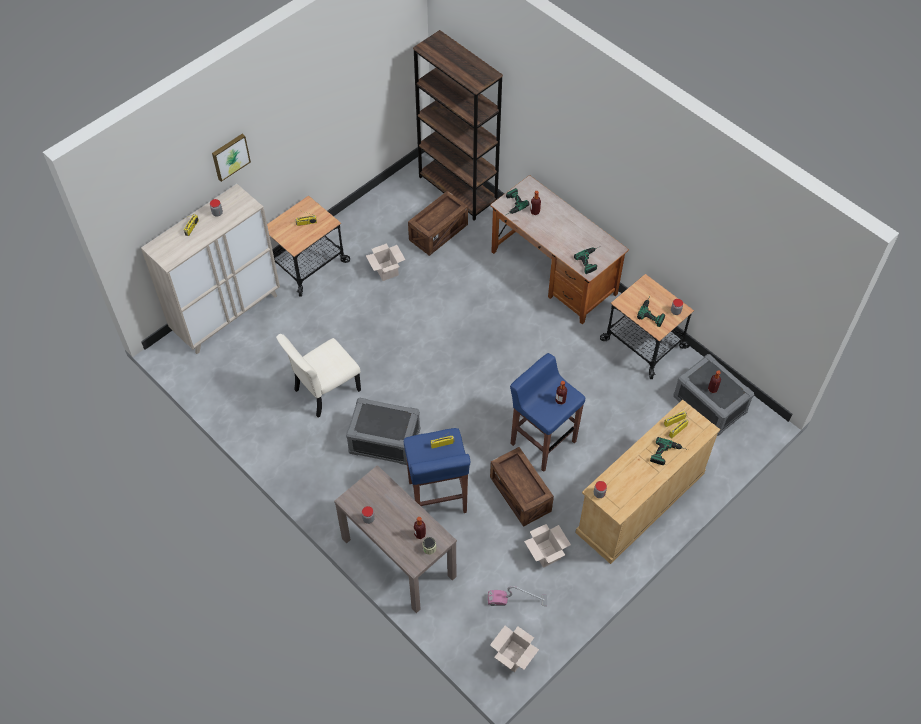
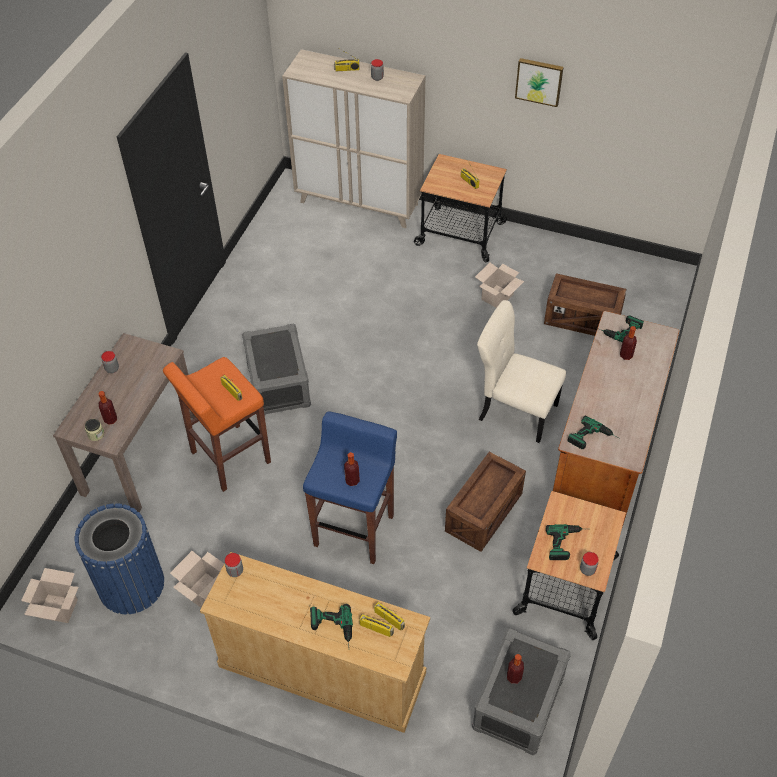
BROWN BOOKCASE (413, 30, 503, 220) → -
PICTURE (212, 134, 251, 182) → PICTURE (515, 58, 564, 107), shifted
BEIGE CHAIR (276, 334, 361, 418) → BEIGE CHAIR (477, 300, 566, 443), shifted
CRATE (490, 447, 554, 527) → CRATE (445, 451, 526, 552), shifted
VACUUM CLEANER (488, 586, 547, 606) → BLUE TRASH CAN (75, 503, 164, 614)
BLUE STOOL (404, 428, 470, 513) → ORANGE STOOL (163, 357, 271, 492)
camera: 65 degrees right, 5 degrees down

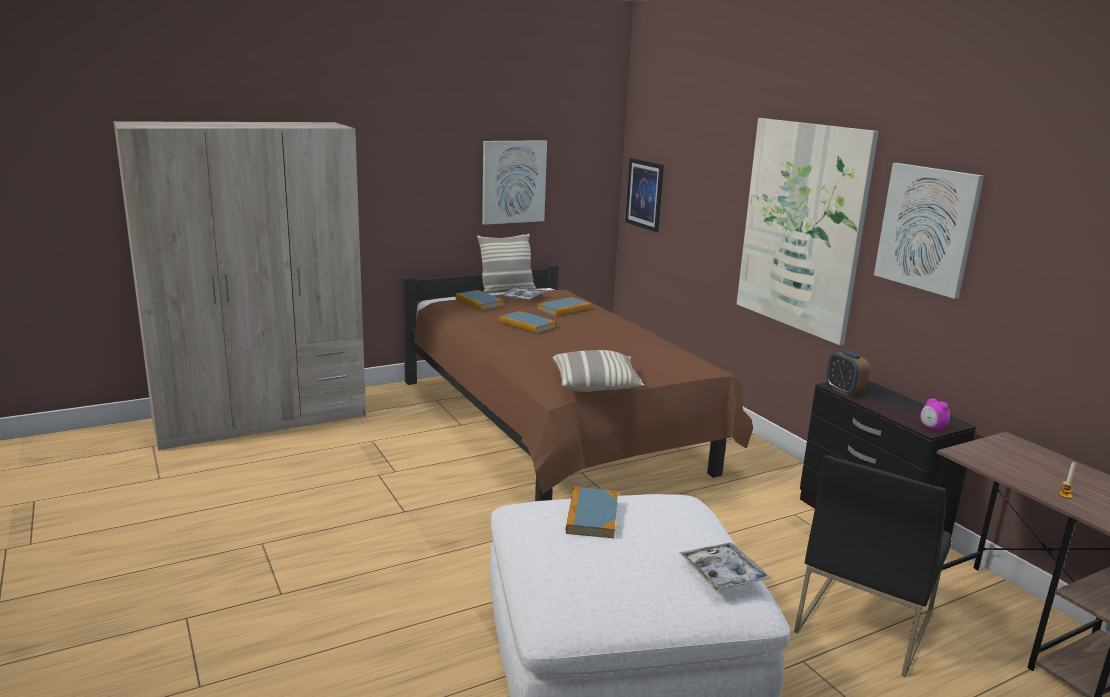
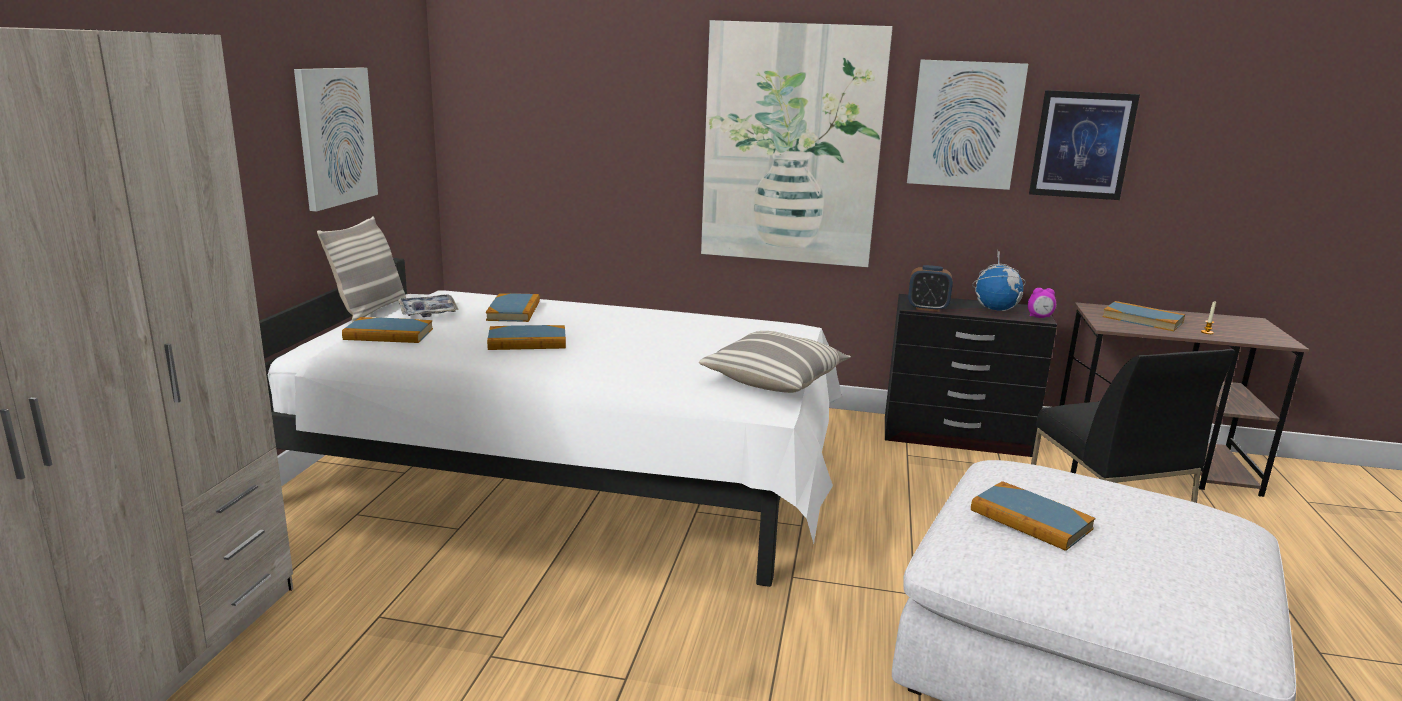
TRAY (679, 543, 771, 591) → -
- → GLOBE (972, 250, 1026, 311)
- → BOOK (1103, 301, 1185, 331)
PICTURE (625, 158, 664, 232) → PICTURE (1029, 90, 1140, 200), shifted
BROWN BED (403, 264, 753, 501) → WHITE BED (259, 258, 842, 587)
camera: 50 degrees left, 0 degrees up

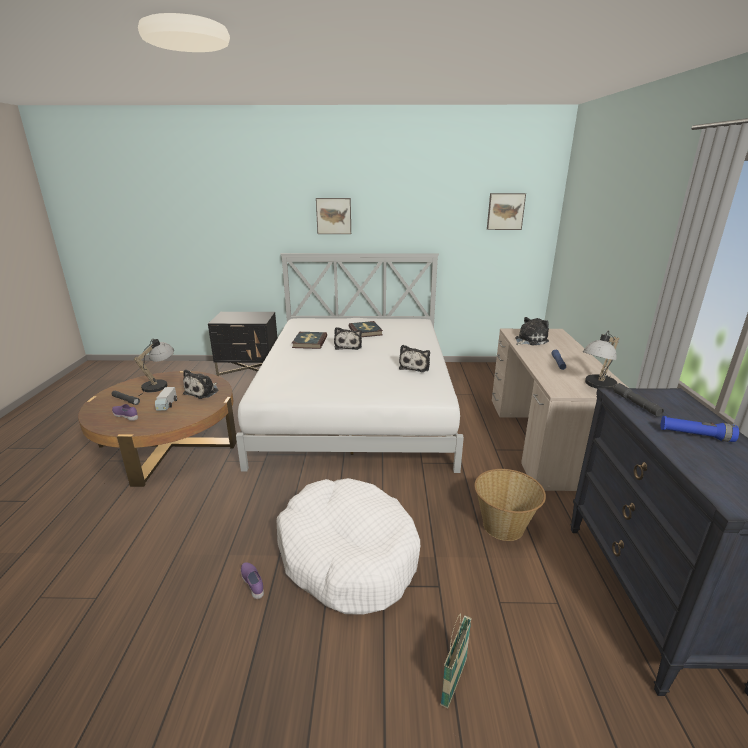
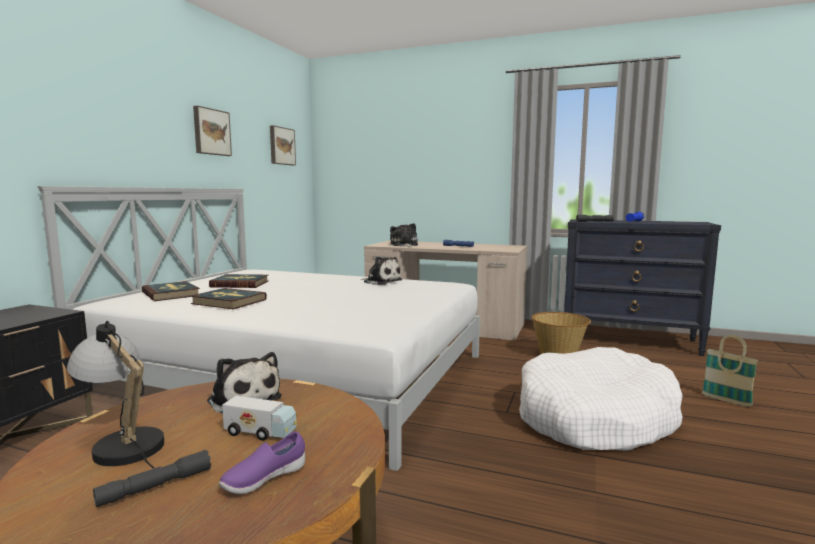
PURPLE SHOE (241, 562, 264, 599) → -
PLUSH TOY (334, 327, 362, 350) → -
TABLE LAMP (583, 331, 620, 389) → -
- → BOOK (142, 281, 200, 301)
PICTURE (316, 198, 351, 234) → PICTURE (193, 106, 232, 156), shifted
camera: 70 degrees left, 15 degrees down

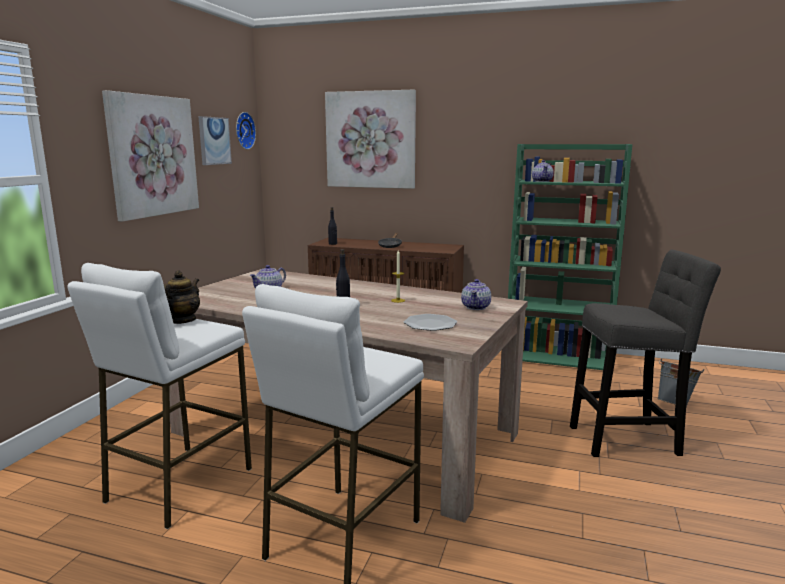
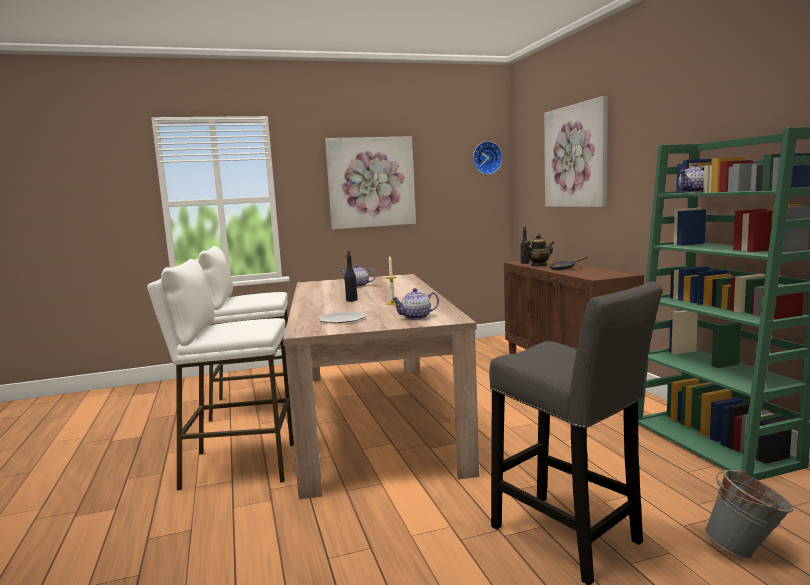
PICTURE (198, 116, 232, 165) → -
TEAPOT (164, 271, 200, 324) → TEAPOT (522, 234, 554, 266), shifted
camera: 55 degrees right, 5 degrees down

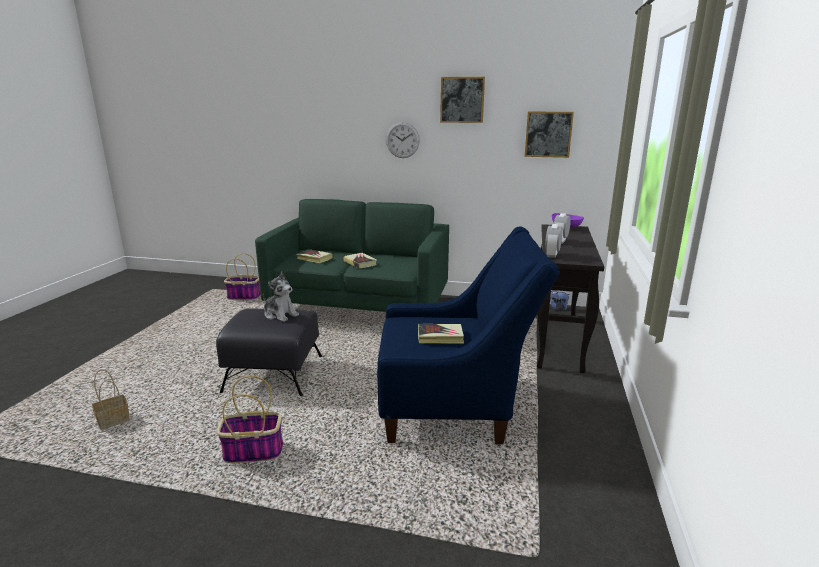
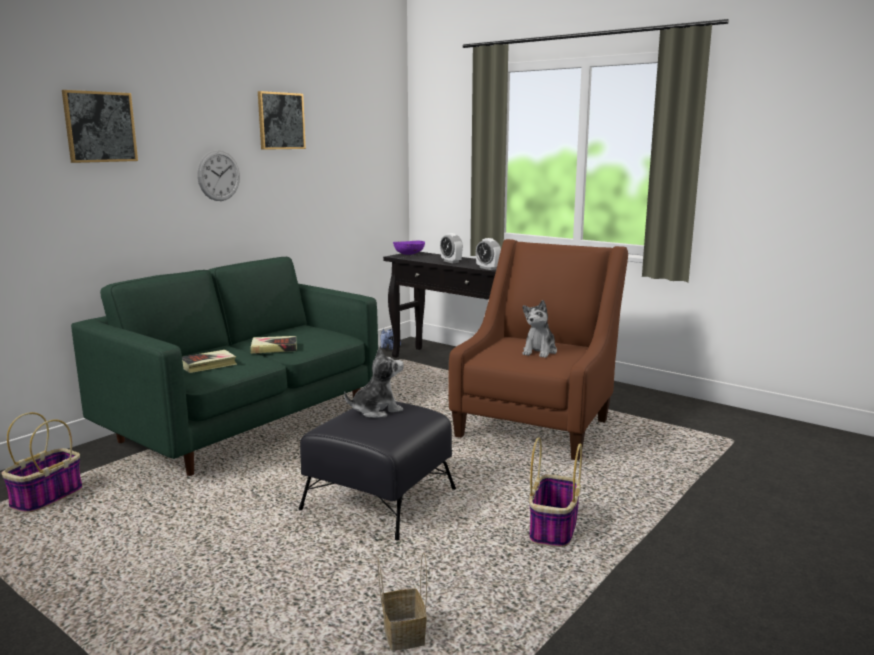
PICTURE (525, 112, 574, 158) → PICTURE (62, 90, 138, 163), shifted
BOOK (418, 324, 464, 343) → PLUSH TOY (522, 300, 557, 358)
BLUE ARMCHAIR (377, 226, 560, 444) → BROWN ARMCHAIR (448, 239, 628, 461)
camera: 65 degrees left, 5 degrees down

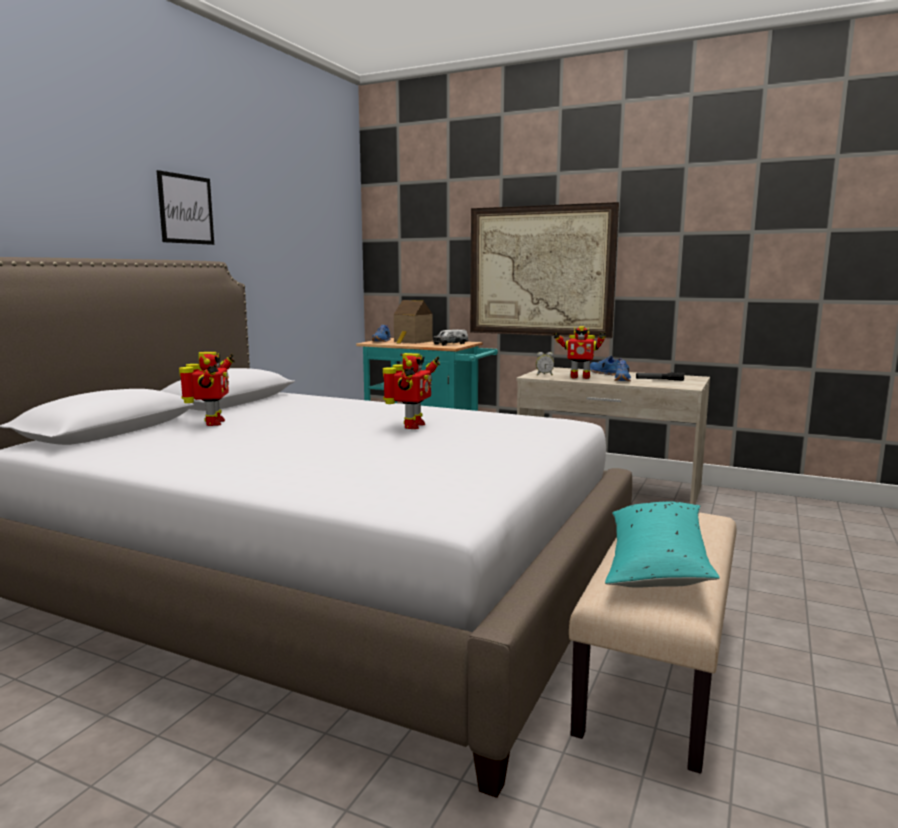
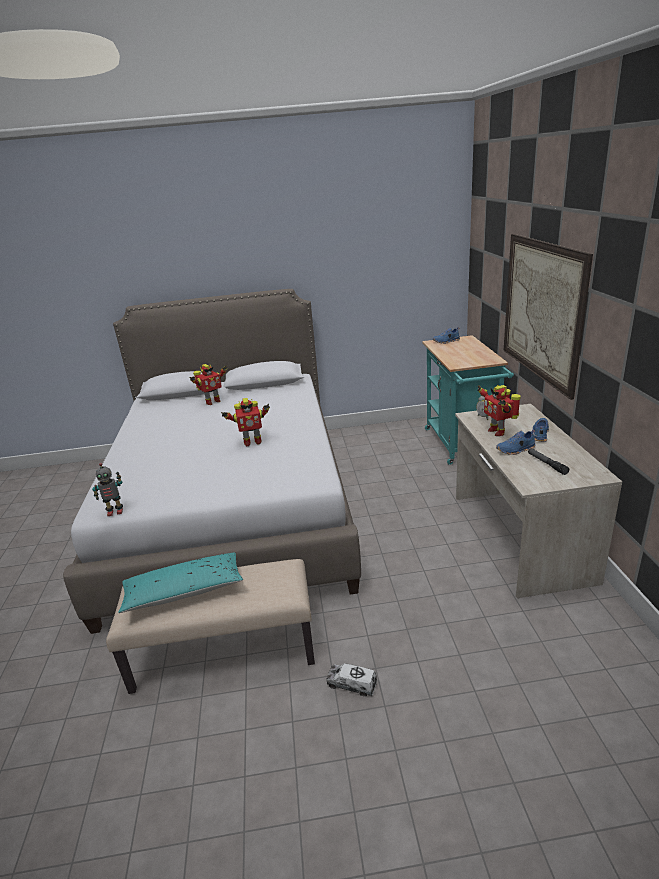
PICTURE (156, 170, 214, 245) → -
TOY HOUSE (394, 300, 433, 344) → -
- → TOY ROBOT (92, 463, 123, 516)
TOY TRUCK (433, 329, 468, 346) → TOY TRUCK (326, 663, 377, 696), shifted
camera: 60 degrees right, 15 degrees up

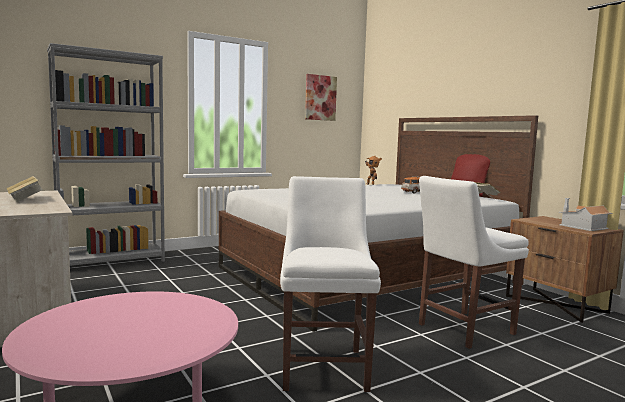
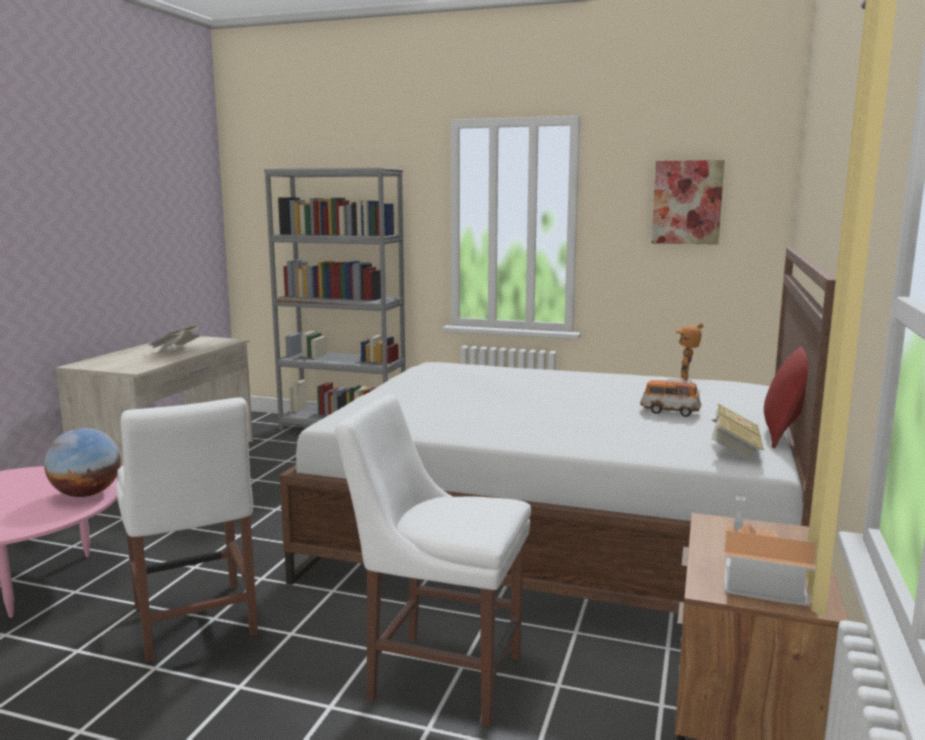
- → GLOBE (44, 428, 121, 497)
WHITE CHAIR (280, 176, 381, 392) → WHITE CHAIR (116, 397, 258, 662), 105 degrees clockwise
camera: 50 degrees right, 5 degrees up

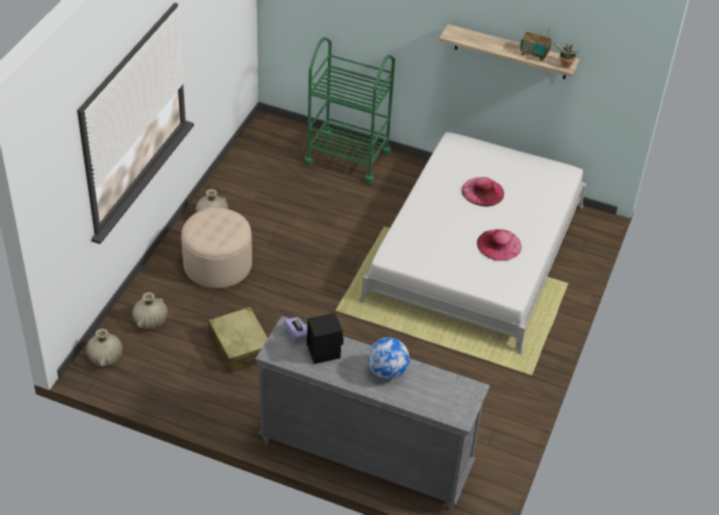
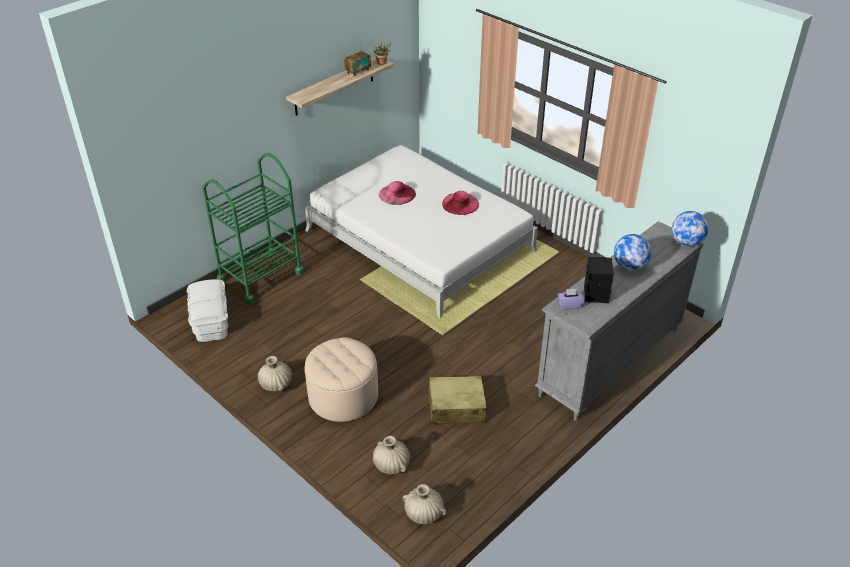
- → WHITE STORAGE BOX (187, 279, 228, 342)
- → GLOBE (672, 211, 708, 246)
camera: 65 degrees left, 5 degrees down

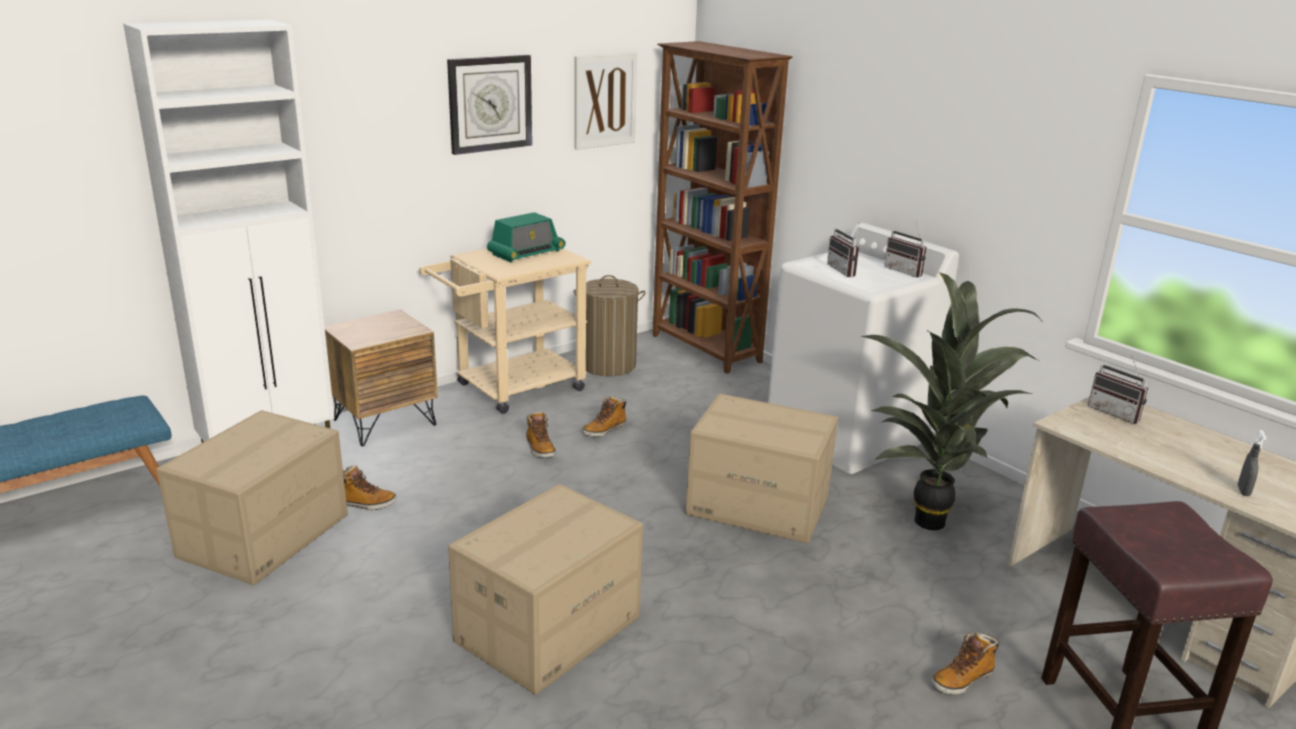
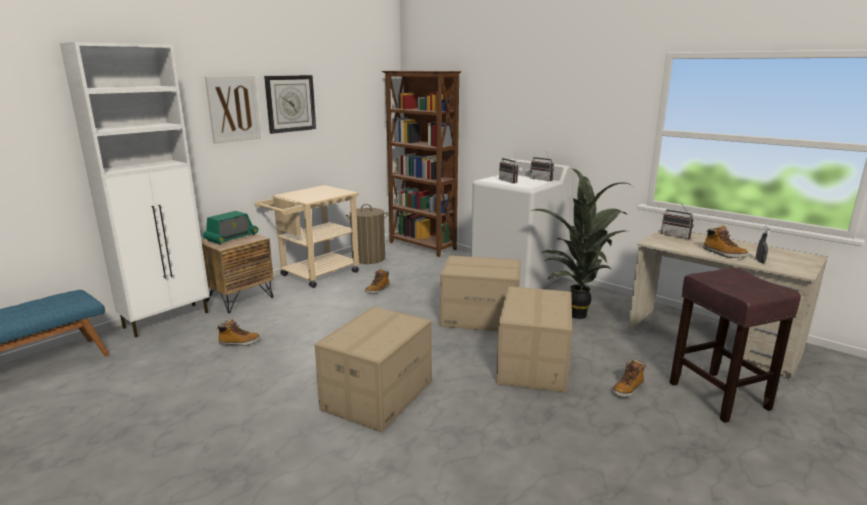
CARDBOARD BOX (156, 410, 348, 585) → CARDBOARD BOX (496, 286, 572, 393), shifted
RADIO (487, 212, 566, 262) → RADIO (203, 211, 259, 245), shifted
BOOT (526, 412, 556, 458) → BOOT (703, 225, 749, 258), shifted
PICTURE (574, 53, 637, 150) → PICTURE (205, 76, 261, 143), shifted
camera: 10 degrees left, 5 degrees down

